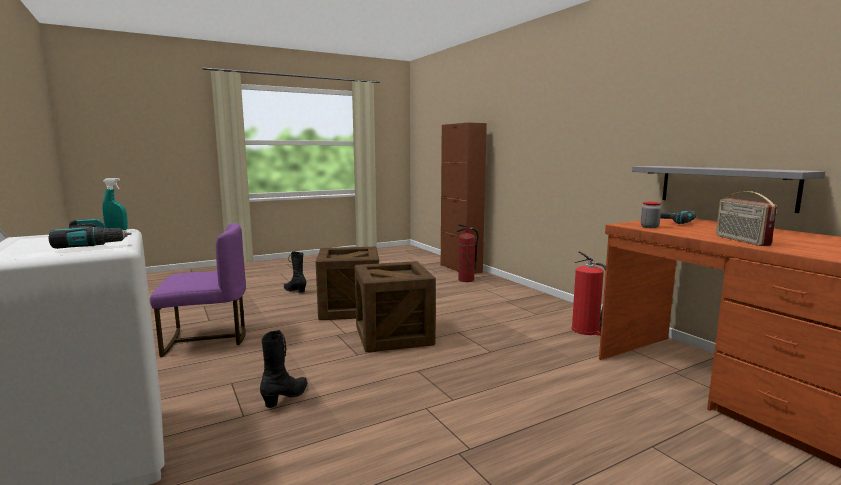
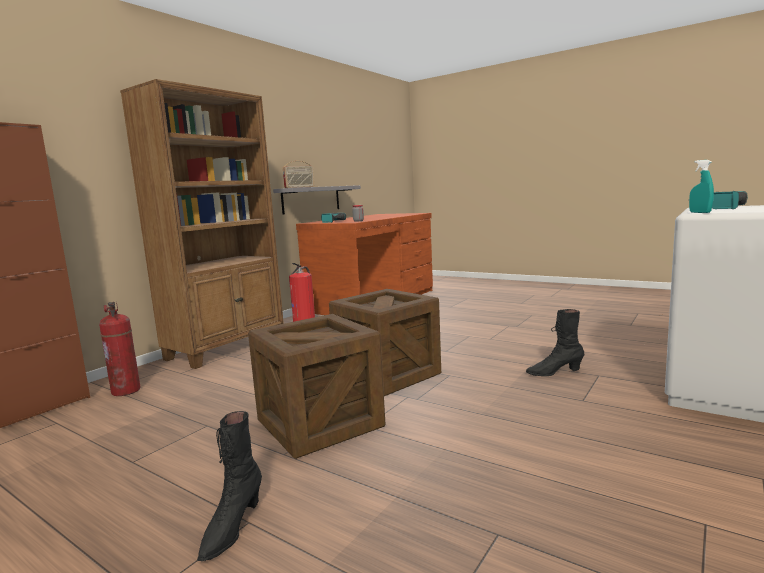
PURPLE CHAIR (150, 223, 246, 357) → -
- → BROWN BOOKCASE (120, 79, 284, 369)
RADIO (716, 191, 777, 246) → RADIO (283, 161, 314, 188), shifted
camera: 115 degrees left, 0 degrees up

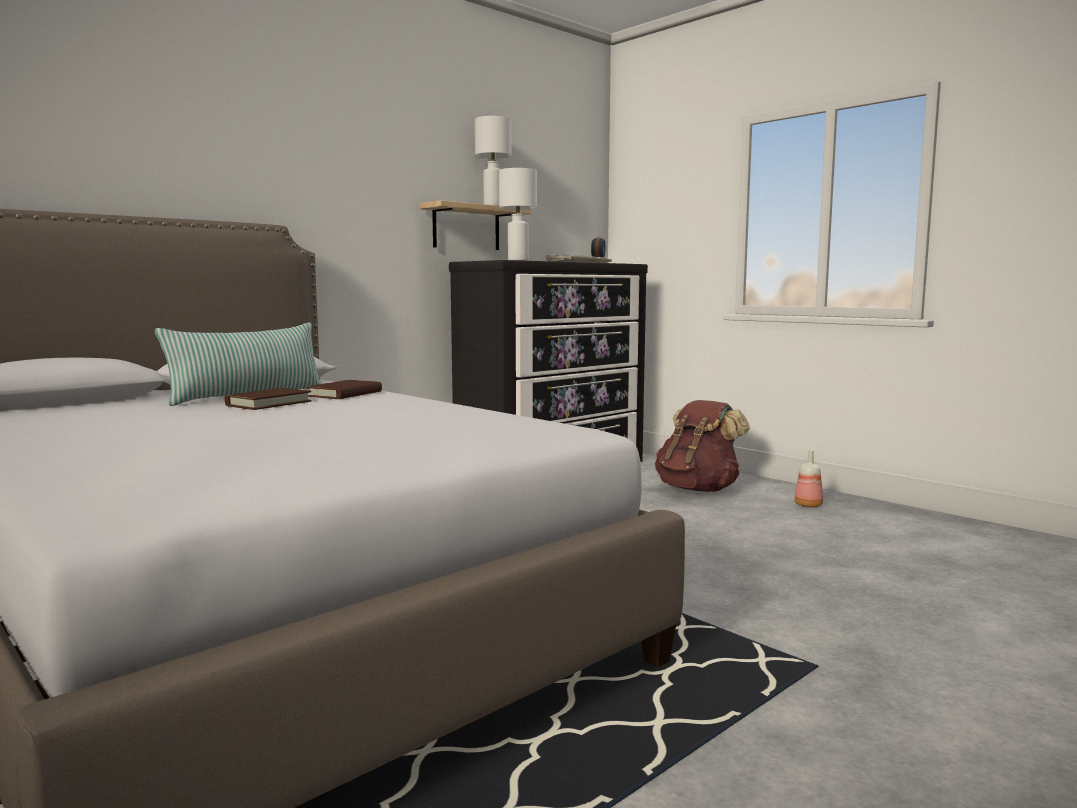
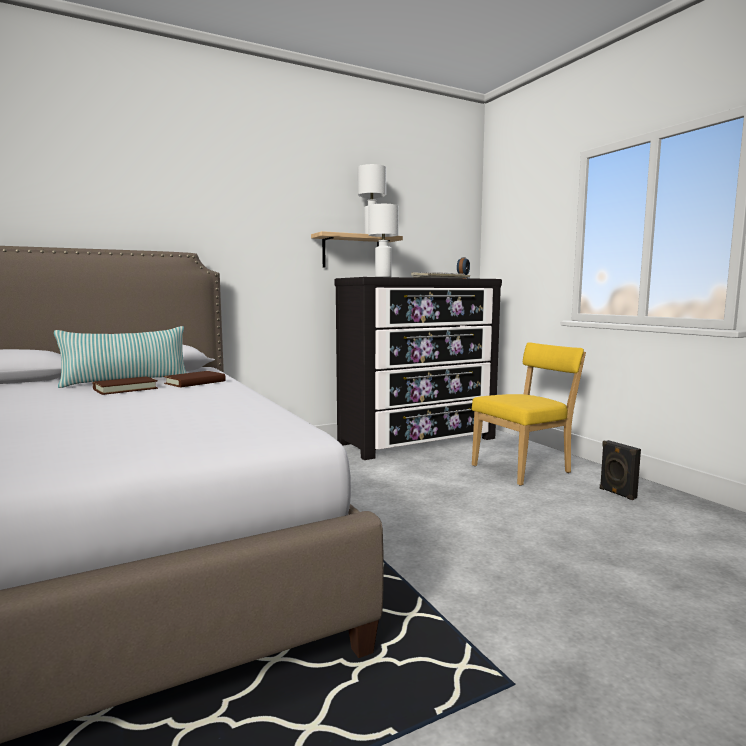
BROWN BACKPACK (655, 400, 750, 492) → YELLOW CHAIR (472, 342, 586, 486)
BOTTLE (794, 450, 823, 508) → BLACK SPEAKER (600, 440, 641, 500)
camera: 15 degrees right, 0 degrees up

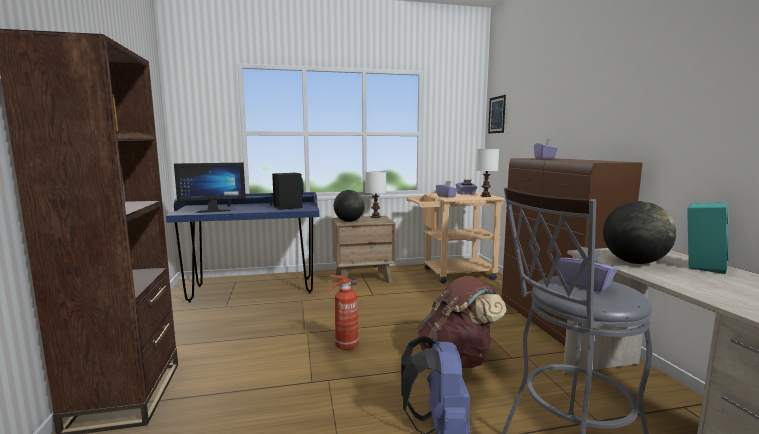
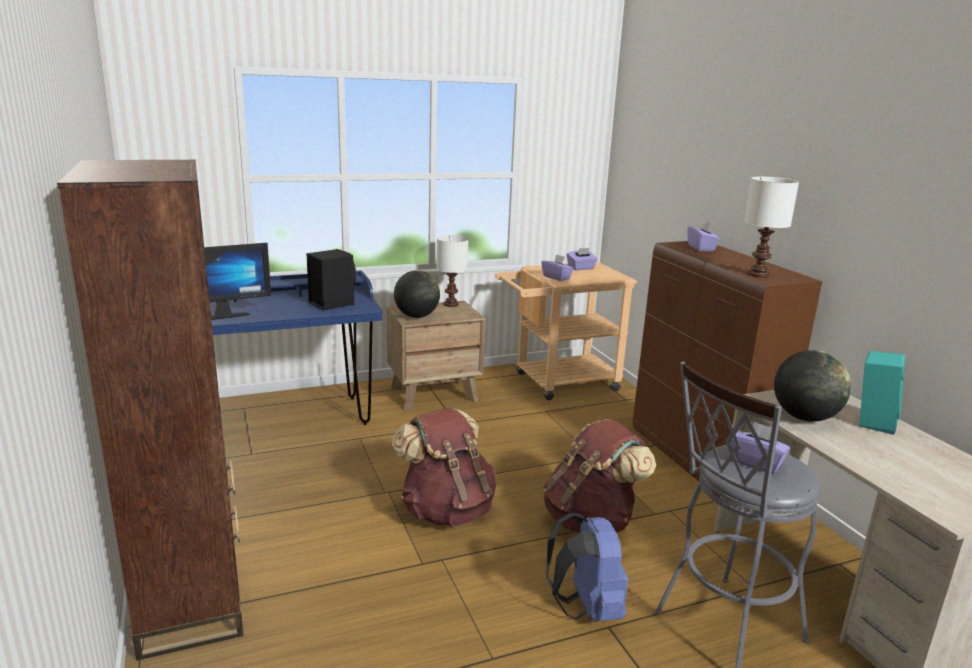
PICTURE (488, 95, 506, 134) → -
WHITE TABLE LAMP (476, 149, 499, 197) → WHITE TABLE LAMP (744, 177, 799, 278), shifted
FIRE EXTINGUISHER (325, 275, 359, 350) → BROWN BACKPACK (392, 408, 497, 526)
camera: 10 degrees left, 10 degrees up

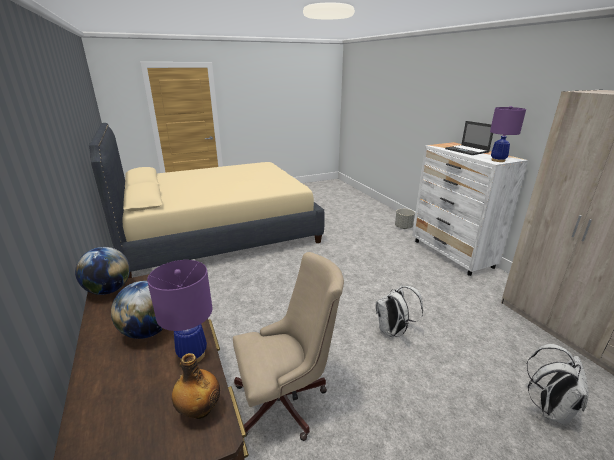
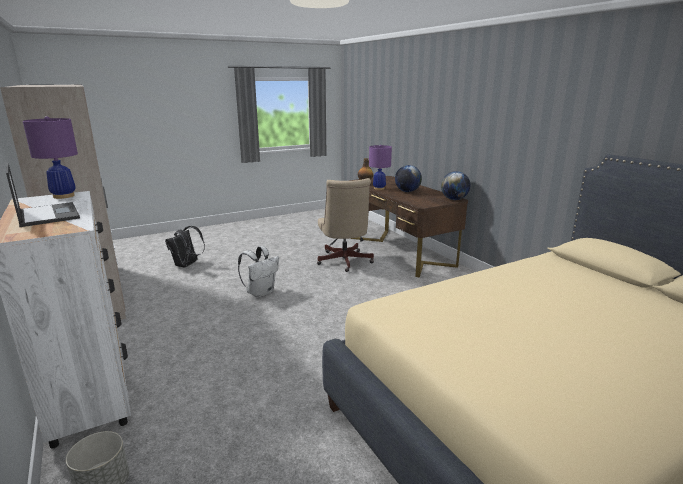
WHITE BACKPACK (527, 344, 589, 425) → BLACK BACKPACK (165, 226, 205, 268)
BEIGE OFFICE CHAIR (233, 252, 344, 441) → BEIGE OFFICE CHAIR (317, 178, 374, 272), 75 degrees counterclockwise
camera: 175 degrees right, 5 degrees down

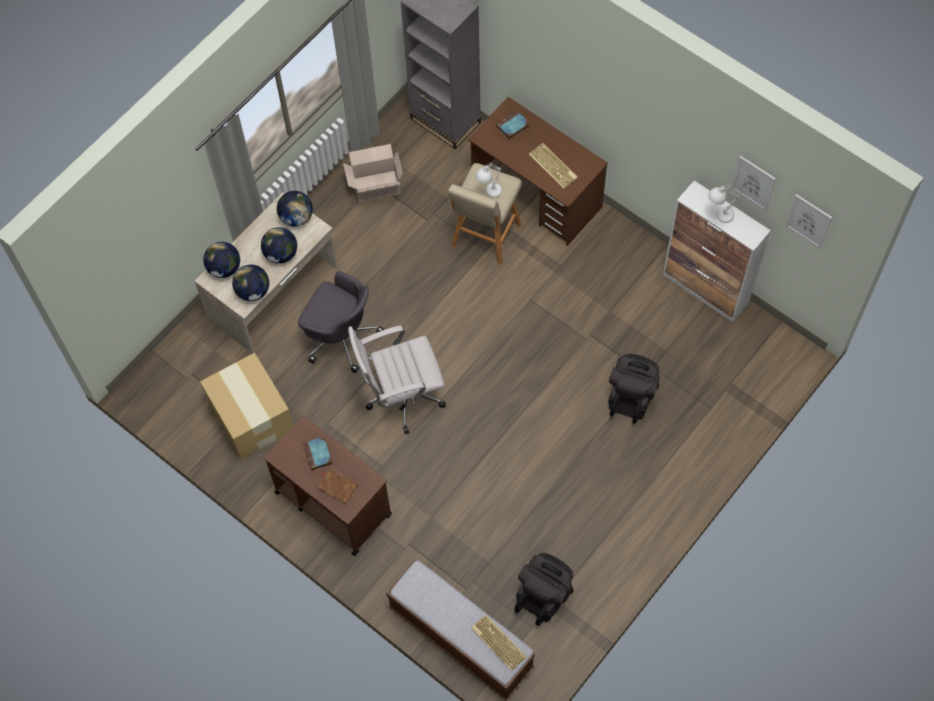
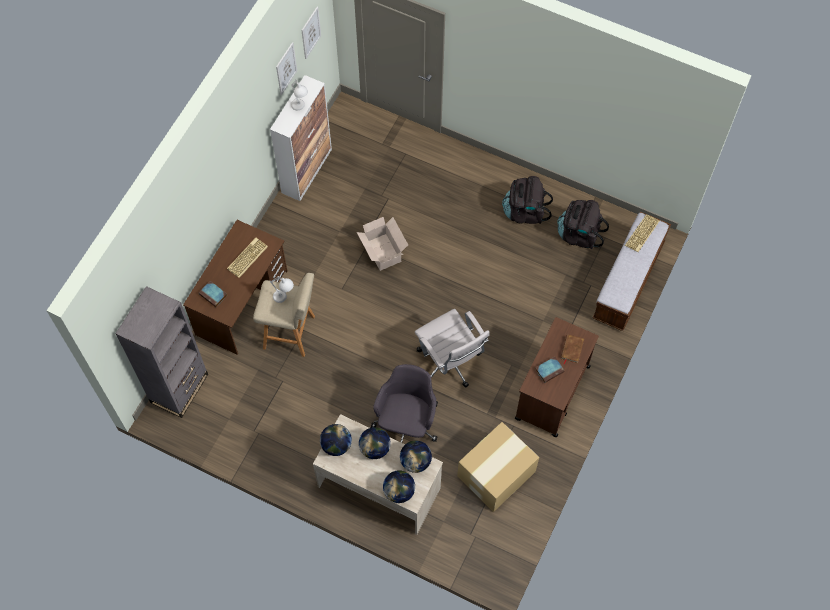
CARDBOARD BOX (343, 144, 403, 203) → CARDBOARD BOX (357, 217, 408, 271), shifted
BLACK BACKPACK (608, 354, 660, 424) → BLACK BACKPACK (502, 176, 553, 224), shifted
camera: 105 degrees left, 0 degrees up

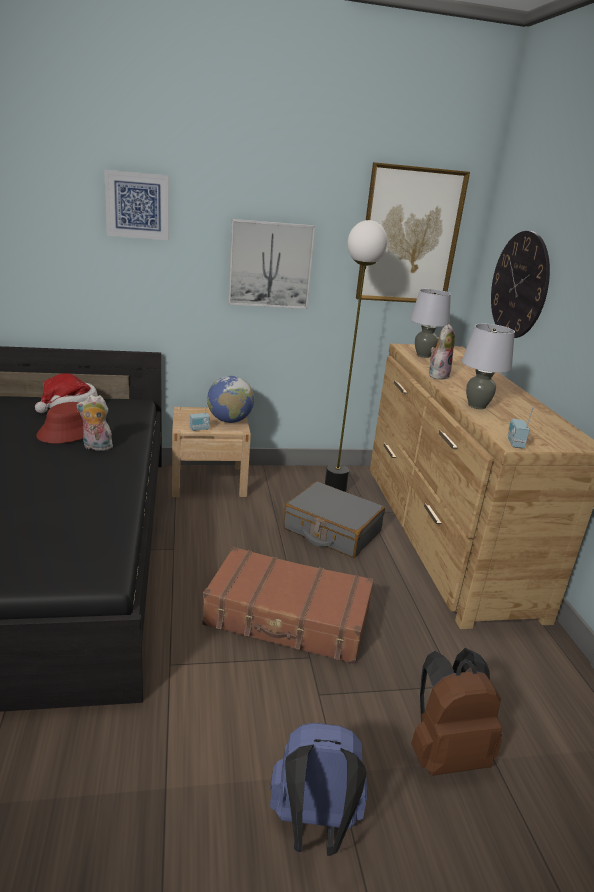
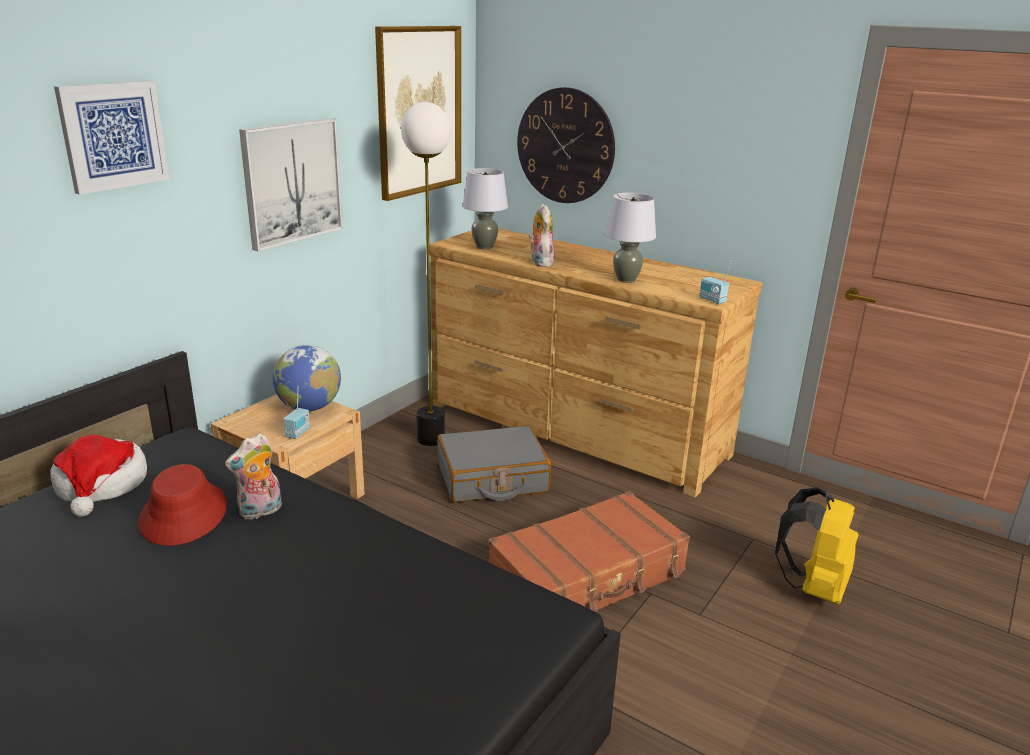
BLUE BACKPACK (270, 723, 367, 856) → -
BROWN BACKPACK (411, 648, 502, 776) → YELLOW BACKPACK (775, 487, 858, 604)
camera: 45 degrees left, 0 degrees up

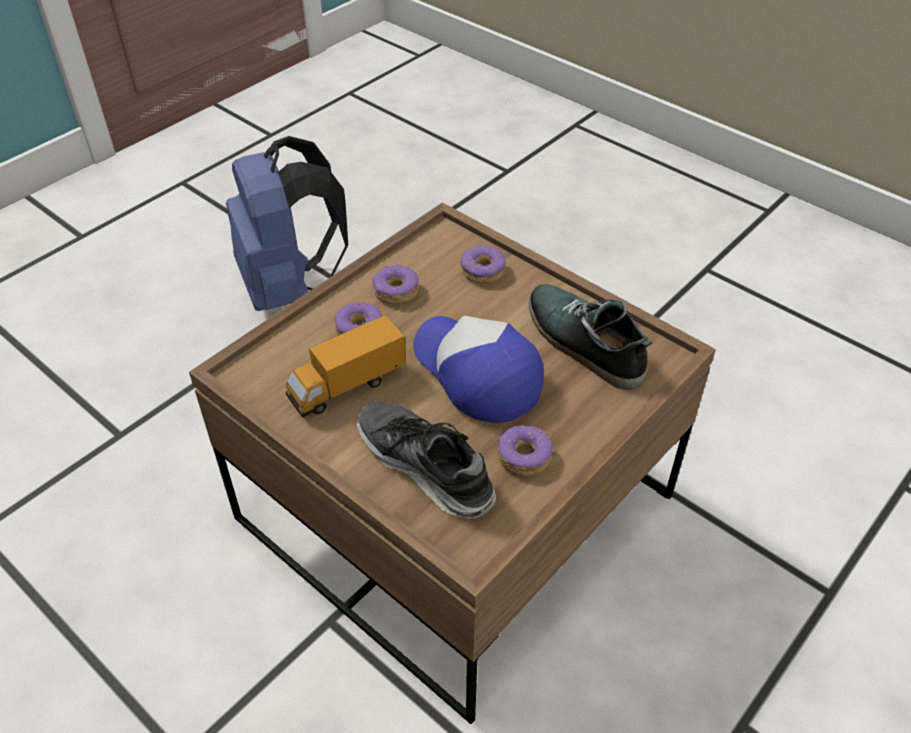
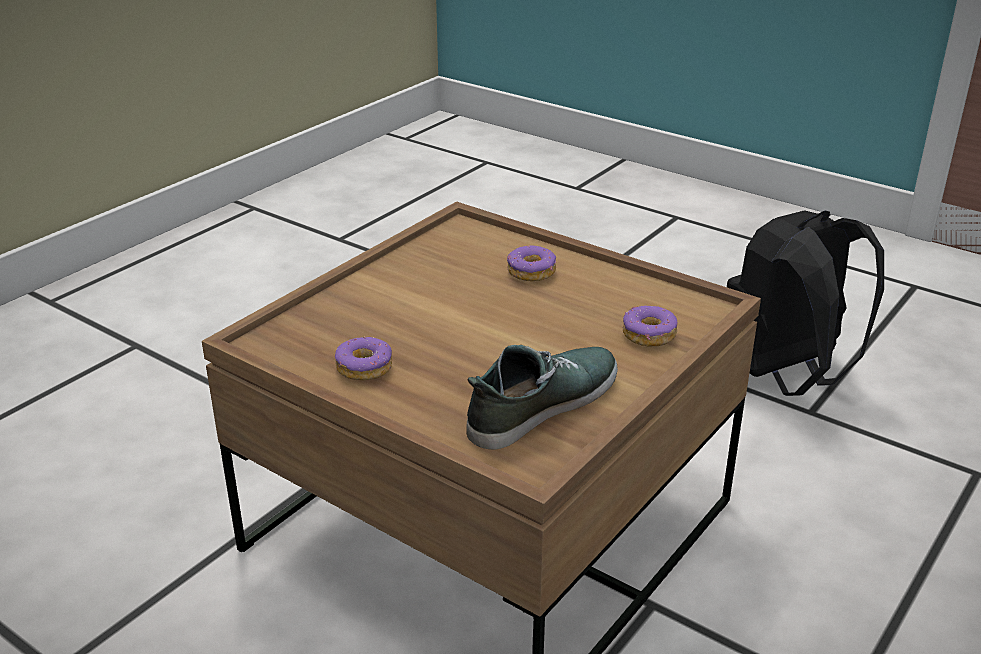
TOY TRUCK (286, 315, 406, 417) → -
SHOE (357, 401, 496, 519) → -
DONUT (373, 264, 419, 304) → -
CAP (413, 316, 544, 423) → -
BLUE BACKPACK (226, 136, 348, 311) → BLACK BACKPACK (727, 210, 884, 396)
camera: 85 degrees right, 15 degrees down

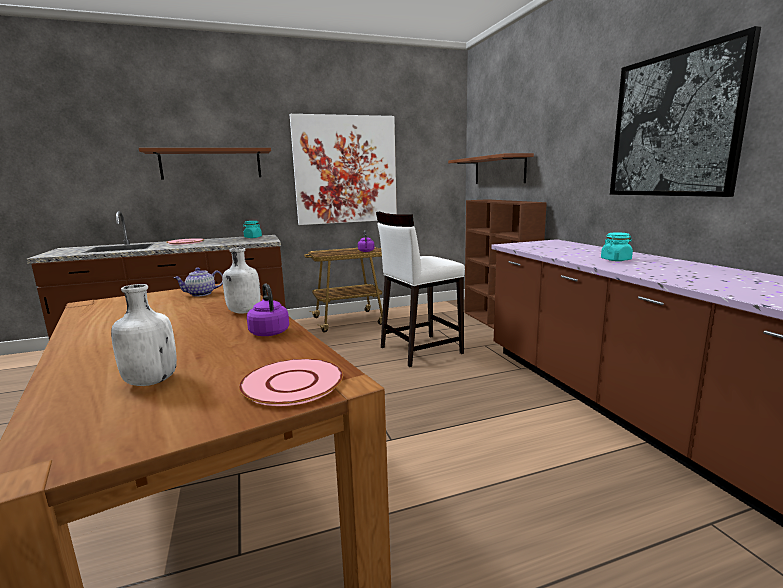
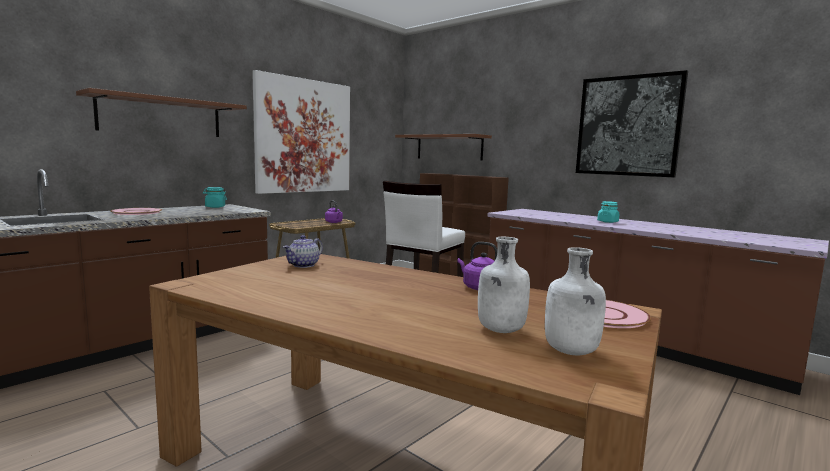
WHITE BOTTLE (223, 248, 261, 314) → WHITE BOTTLE (545, 247, 606, 355), shifted
camera: 30 degrees left, 5 degrees down

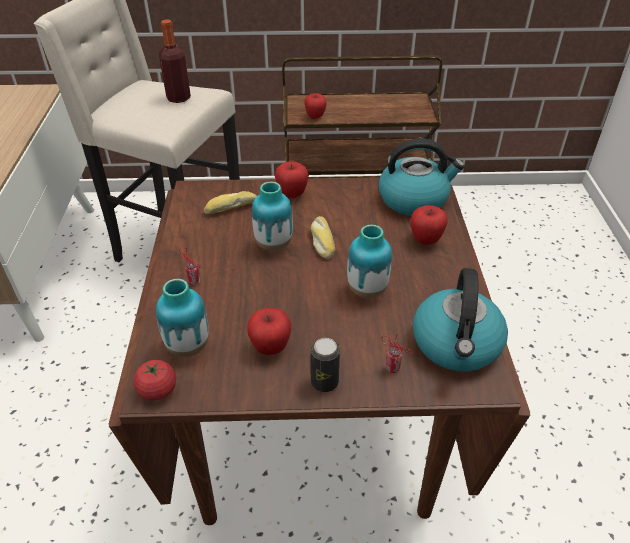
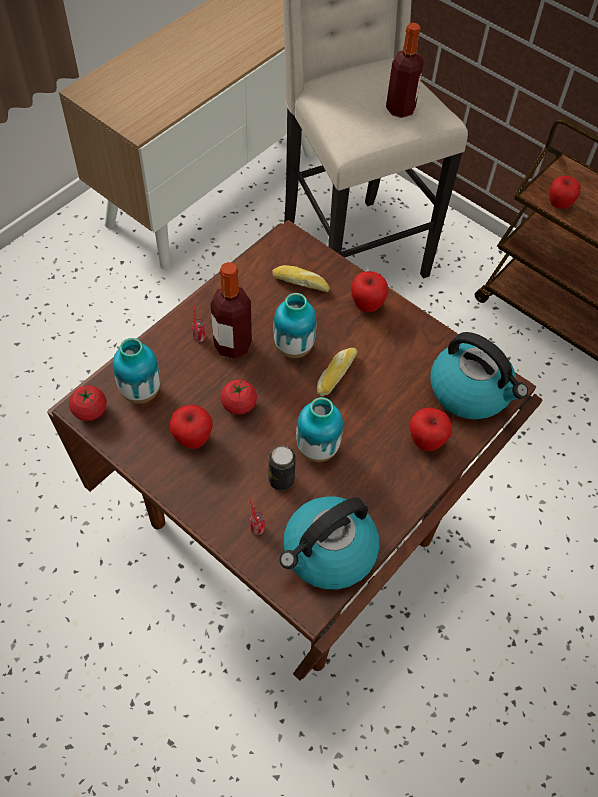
- → BOTTLE (210, 262, 252, 359)
- → TOMATO (220, 379, 257, 415)
CAN (311, 338, 340, 392) → CAN (269, 446, 296, 491), shifted
camera: 40 degrees right, 15 degrees up

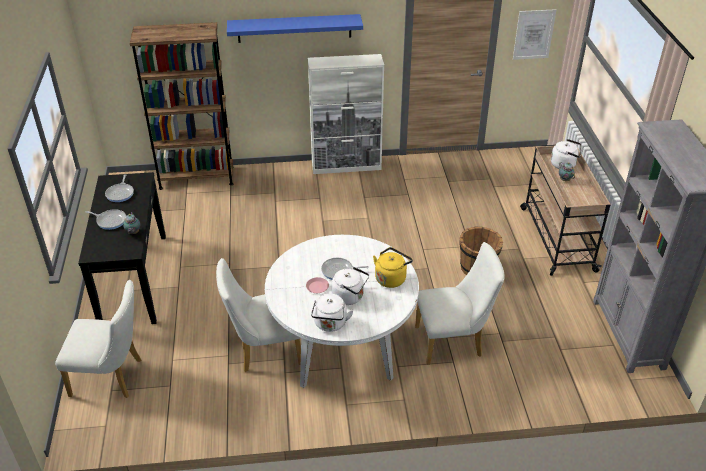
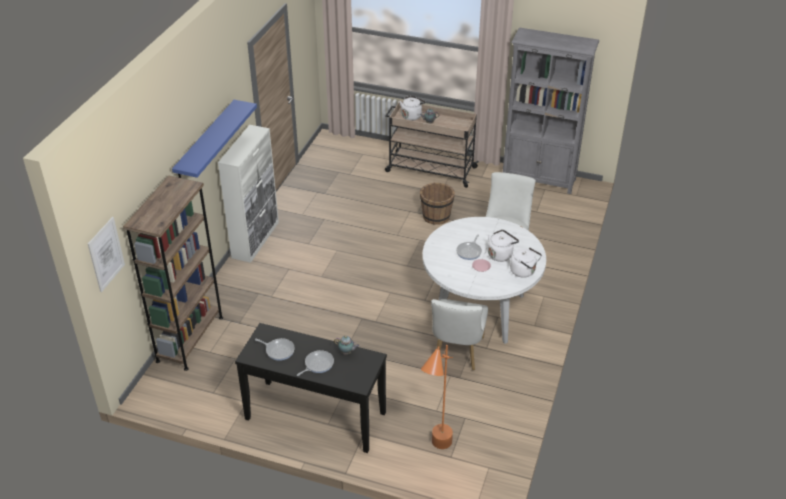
YELLOW KETTLE (373, 247, 413, 288) → -
PICTURE (513, 9, 556, 60) → PICTURE (88, 217, 125, 292), shifted
WHITE CHAIR (55, 280, 142, 398) → ORANGE FLOOR LAMP (421, 345, 453, 449)
camera: 65 degrees left, 0 degrees up

